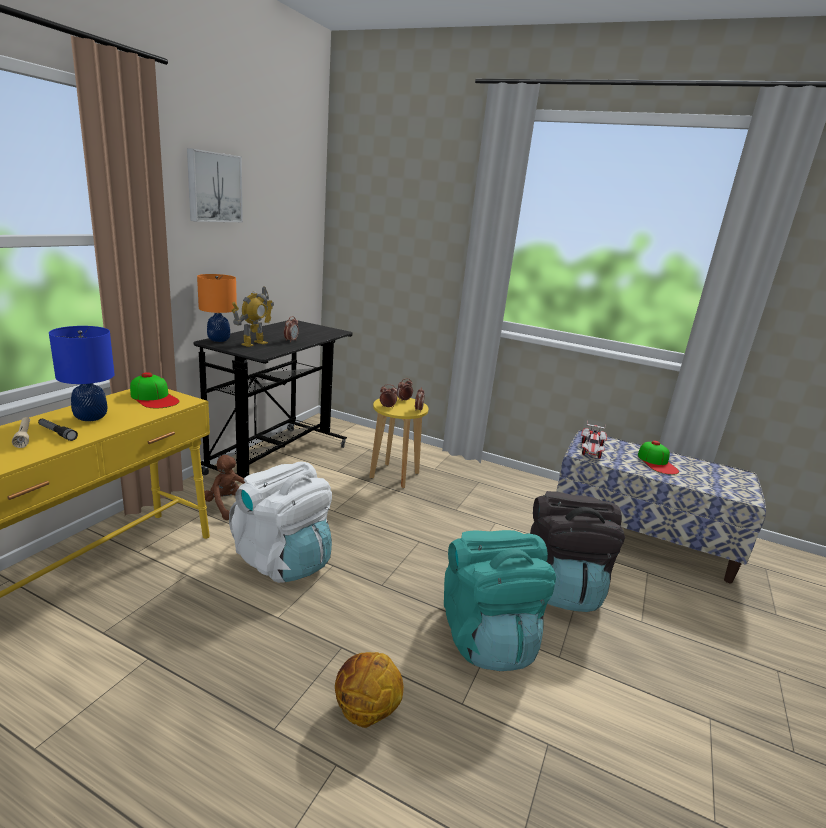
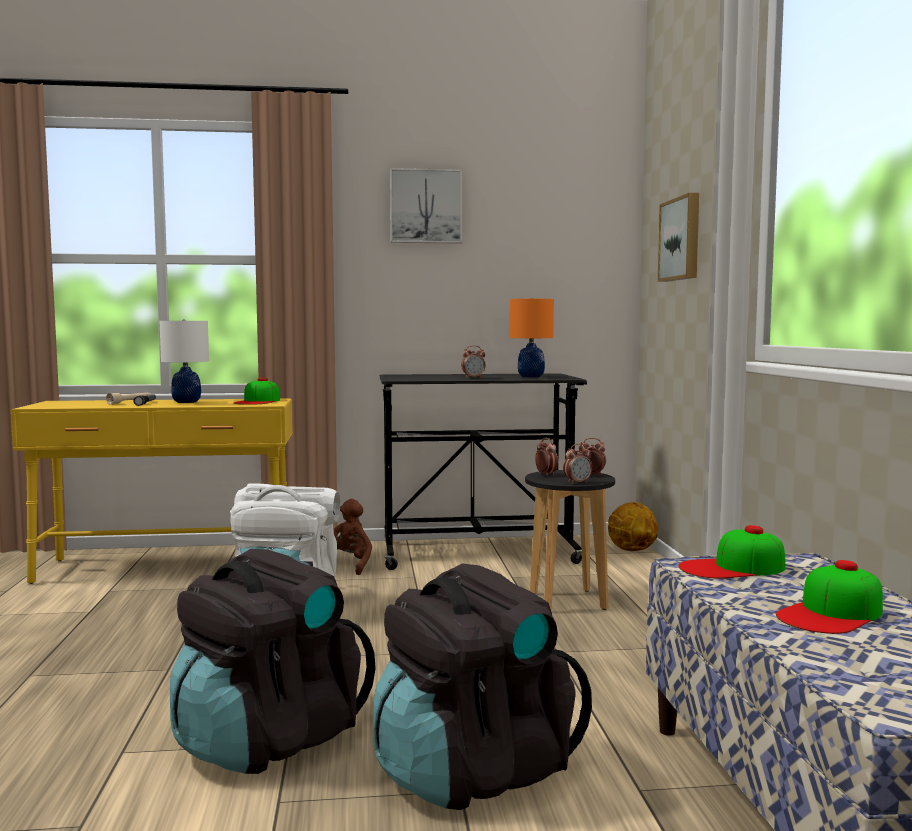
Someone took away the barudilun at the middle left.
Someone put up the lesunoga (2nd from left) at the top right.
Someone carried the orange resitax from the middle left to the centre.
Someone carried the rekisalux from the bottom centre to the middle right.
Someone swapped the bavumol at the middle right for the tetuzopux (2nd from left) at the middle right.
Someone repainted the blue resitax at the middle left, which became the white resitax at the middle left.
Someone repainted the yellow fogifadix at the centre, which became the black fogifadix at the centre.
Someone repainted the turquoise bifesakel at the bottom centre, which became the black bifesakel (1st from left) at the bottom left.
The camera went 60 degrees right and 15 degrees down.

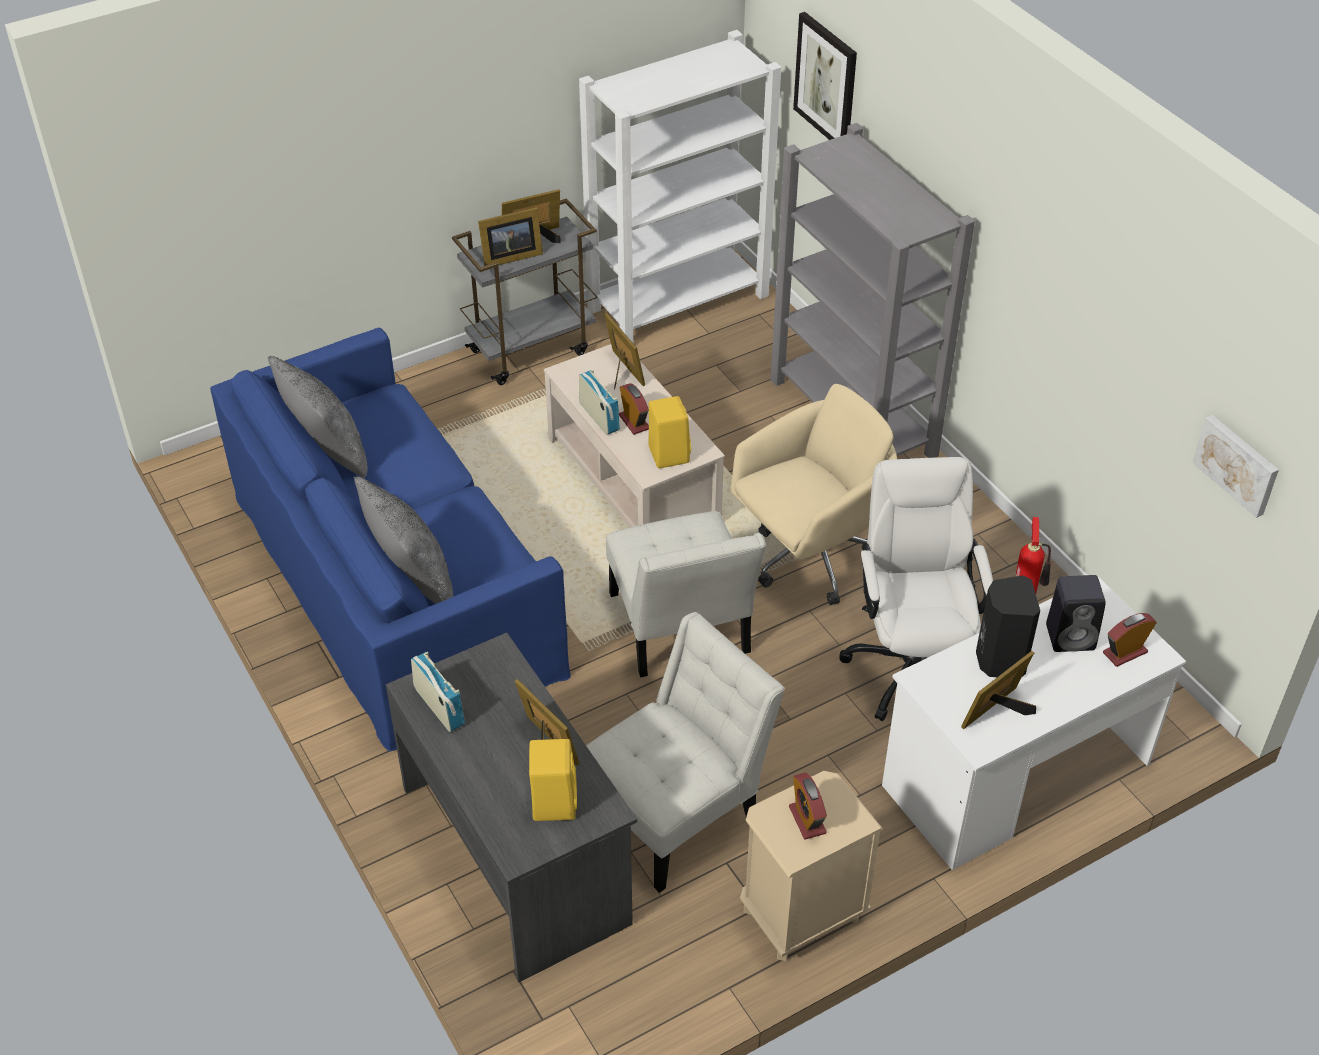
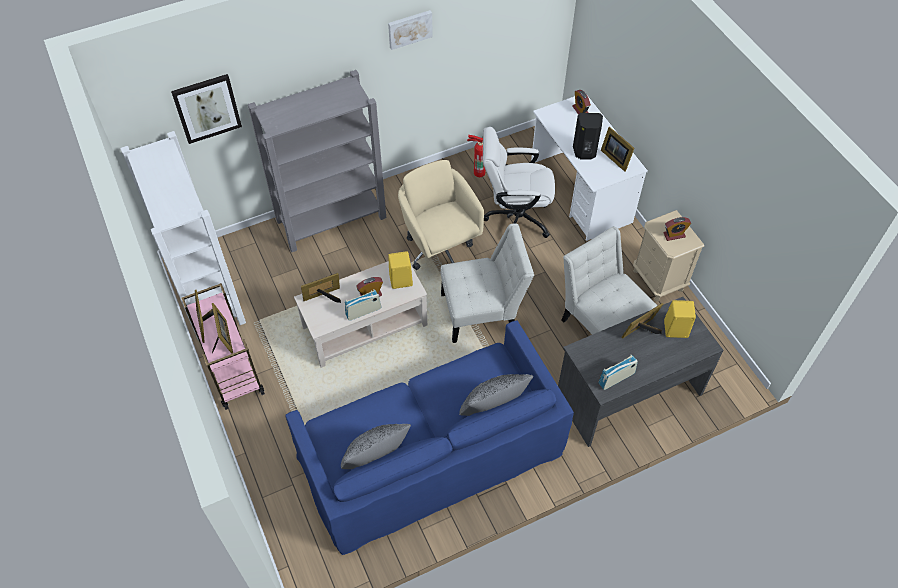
Someone took away the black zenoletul (2nd from left) at the middle right.
Someone carried the lesunoga (2nd from left) from the middle right to the top centre.
Someone repainted the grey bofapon at the top centre, which became the pink bofapon at the middle left.
The camera went 85 degrees left and 10 degrees up.

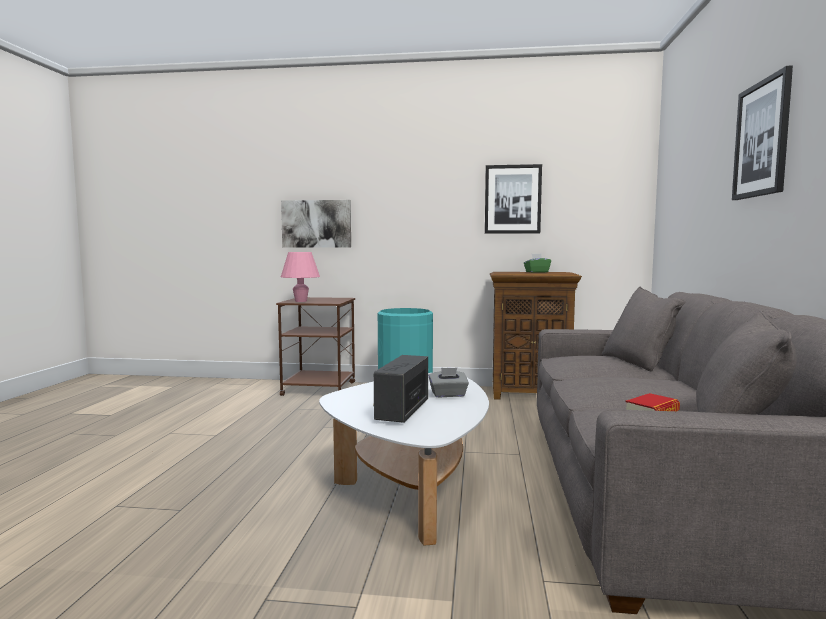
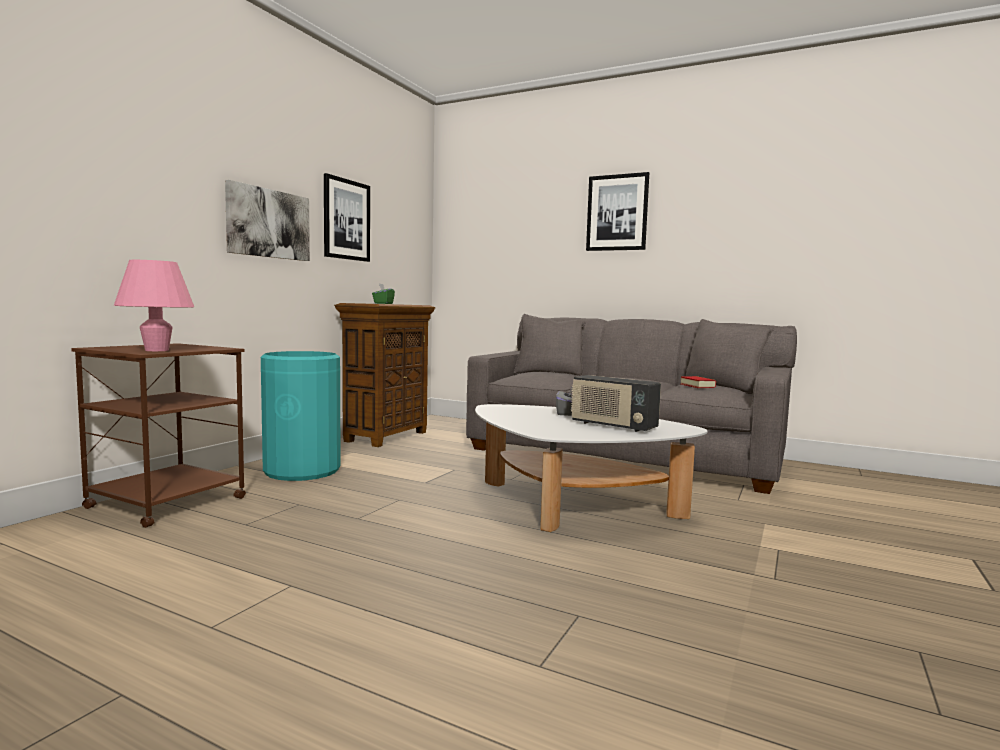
Someone carried the lesunoga (1st from left) from the centre to the top left.
The camera went 70 degrees left and 0 degrees up.

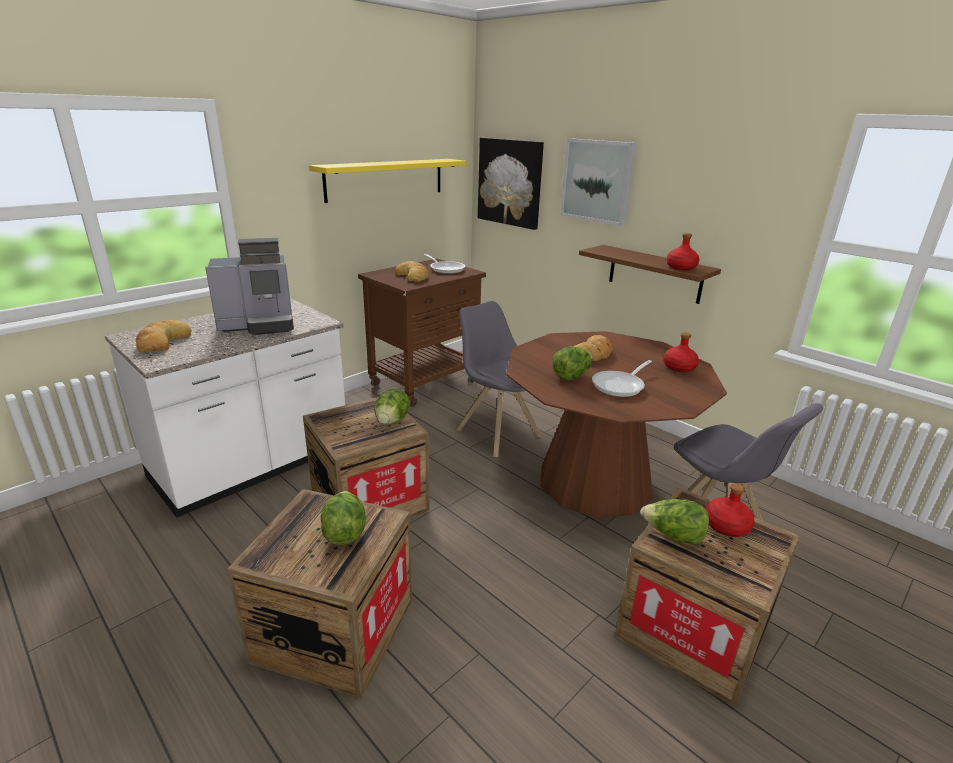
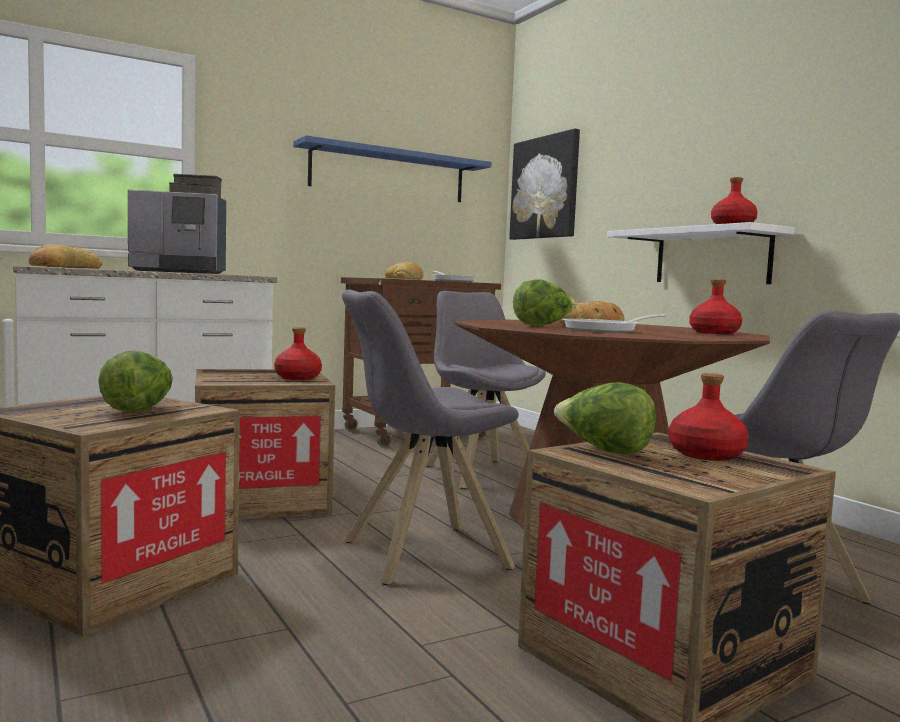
Someone took away the lesunoga (2nd from left) at the top centre.
Someone put down the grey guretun (1st from left) at the centre.
Someone swapped the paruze (2nd from left) at the centre for the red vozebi (1st from left) at the middle left.
Someone repainted the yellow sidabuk at the top centre, which became the blue sidabuk at the top centre.
Someone repainted the brown sidabuk at the middle right, which became the white sidabuk at the middle right.
The camera went 15 degrees right and 20 degrees down.

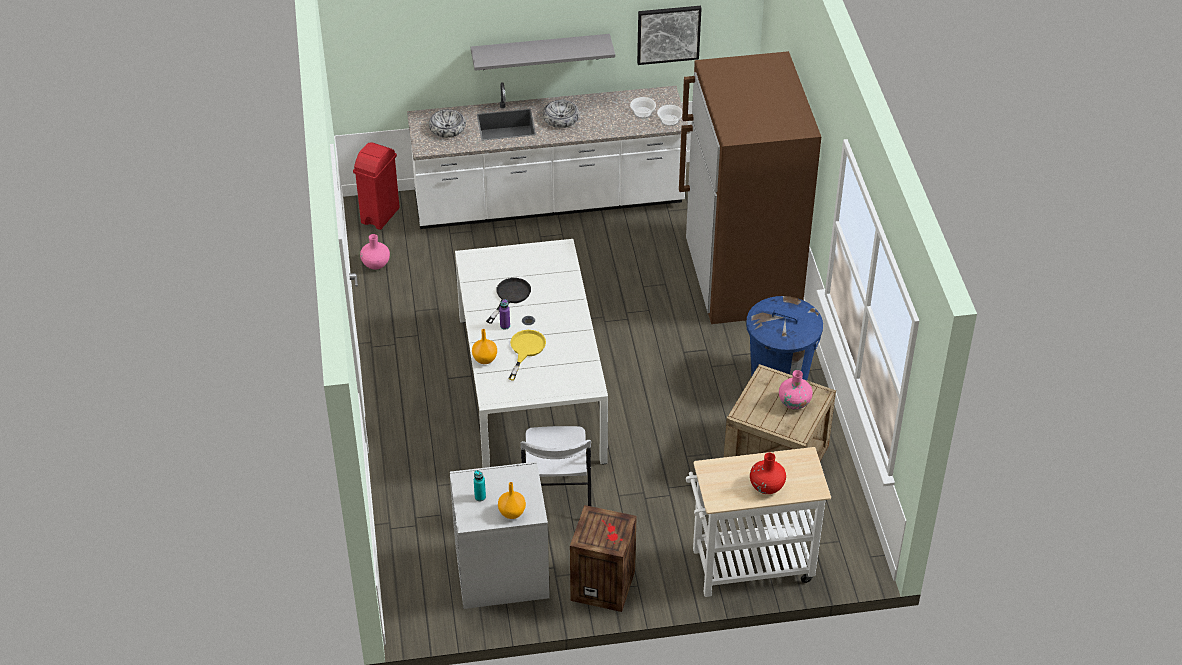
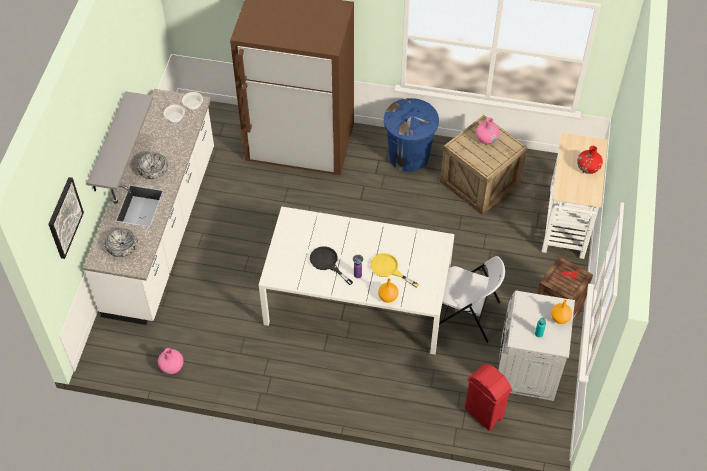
Someone carried the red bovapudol from the top left to the bottom right.
Someone carried the lesunoga from the top centre to the middle left.
The camera went 70 degrees left and 10 degrees up.

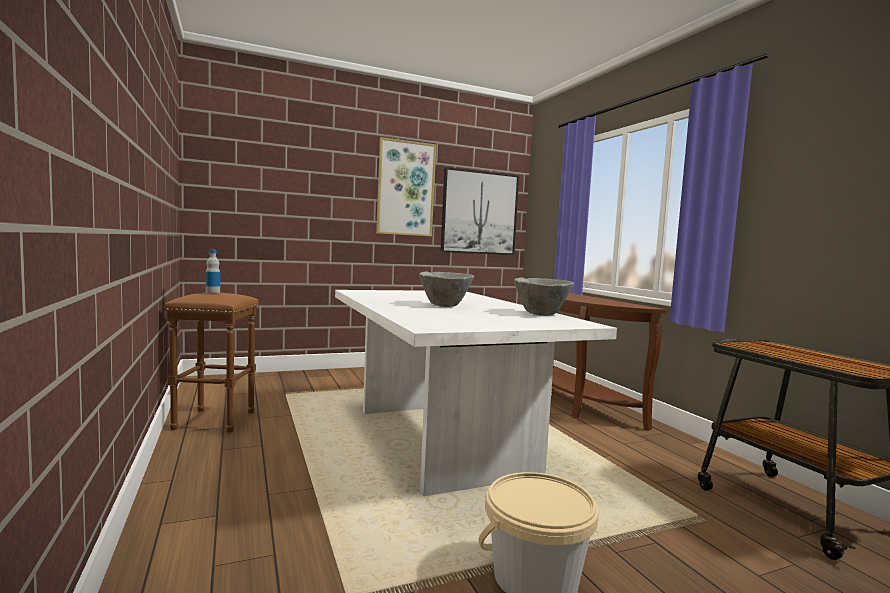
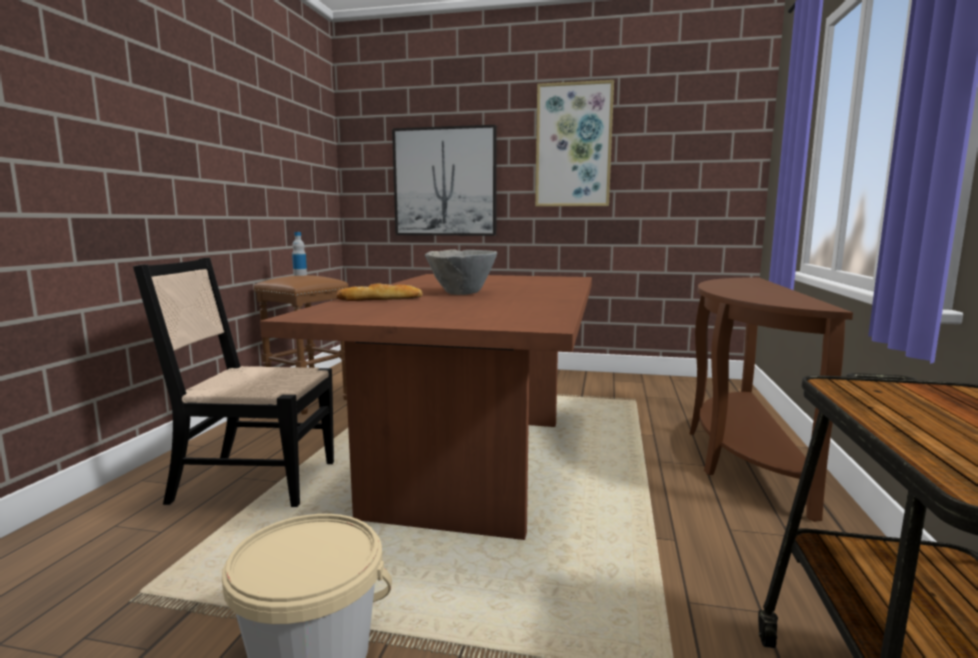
Someone took away the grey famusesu (2nd from left) at the centre.
Someone put down the guretun at the middle left.
Someone put down the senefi at the centre.
Someone carried the lesunoga (2nd from left in the first image) from the centre to the top centre.
Someone repainted the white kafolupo at the centre, which became the brown kafolupo at the centre.
The camera went 35 degrees right and 5 degrees up.

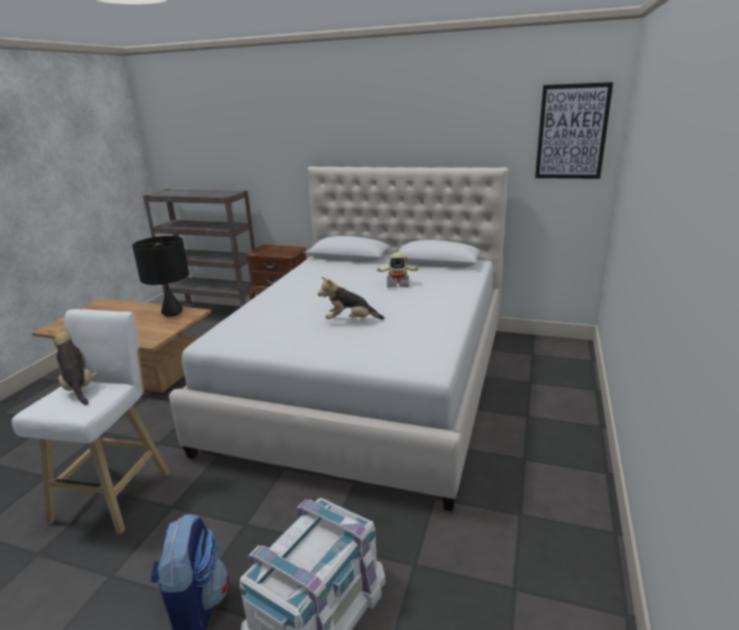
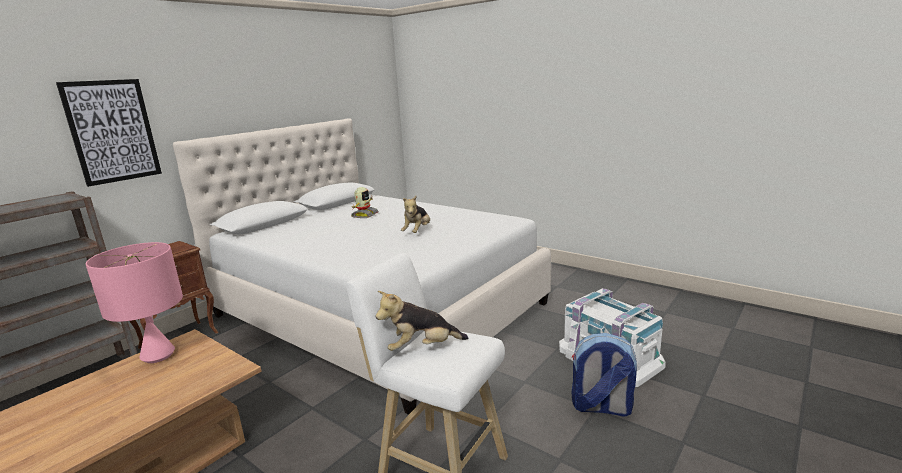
Someone carried the lesunoga from the top right to the top left.
Someone repainted the black resitax at the middle left, which became the pink resitax at the middle left.
The camera went 70 degrees left and 5 degrees down.

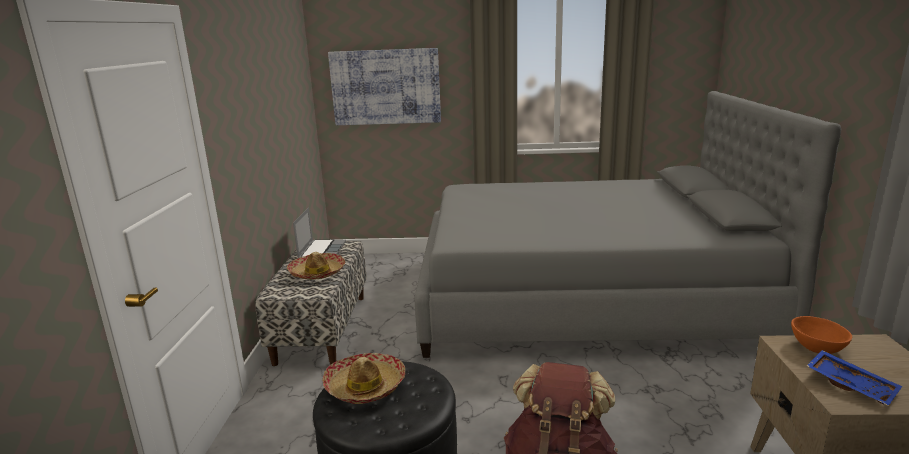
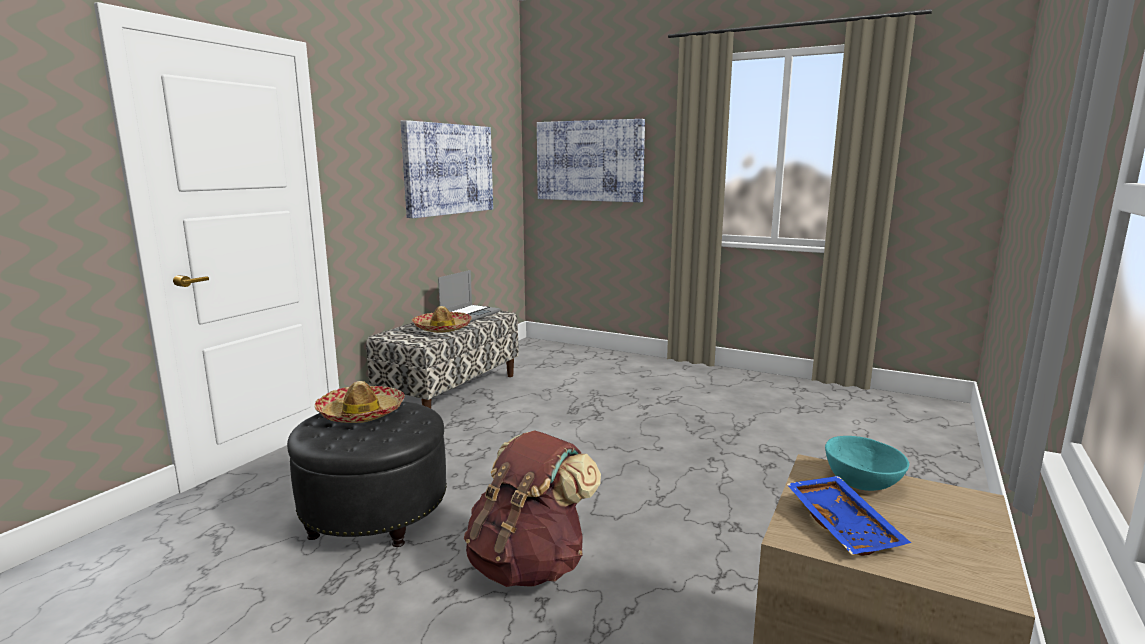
Someone took away the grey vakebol at the middle right.
Someone put up the lesunoga (1st from left) at the top centre.
Someone repainted the orange famusesu at the bottom right, which became the turquoise famusesu at the bottom right.
The camera went 25 degrees right and 5 degrees down.

